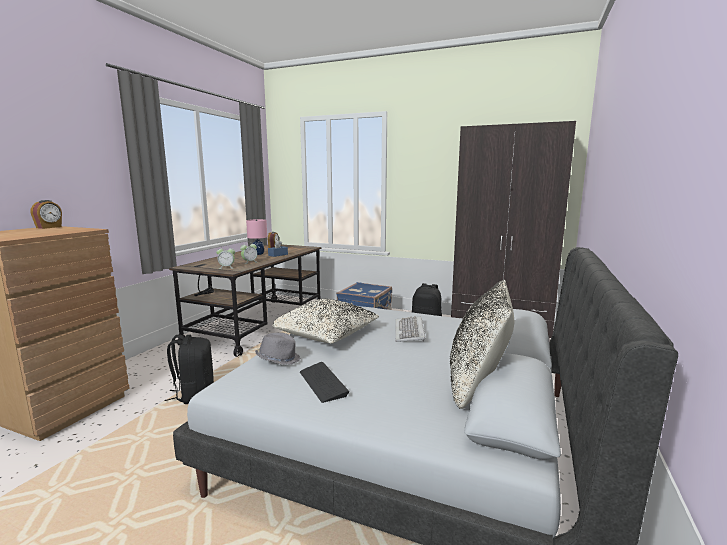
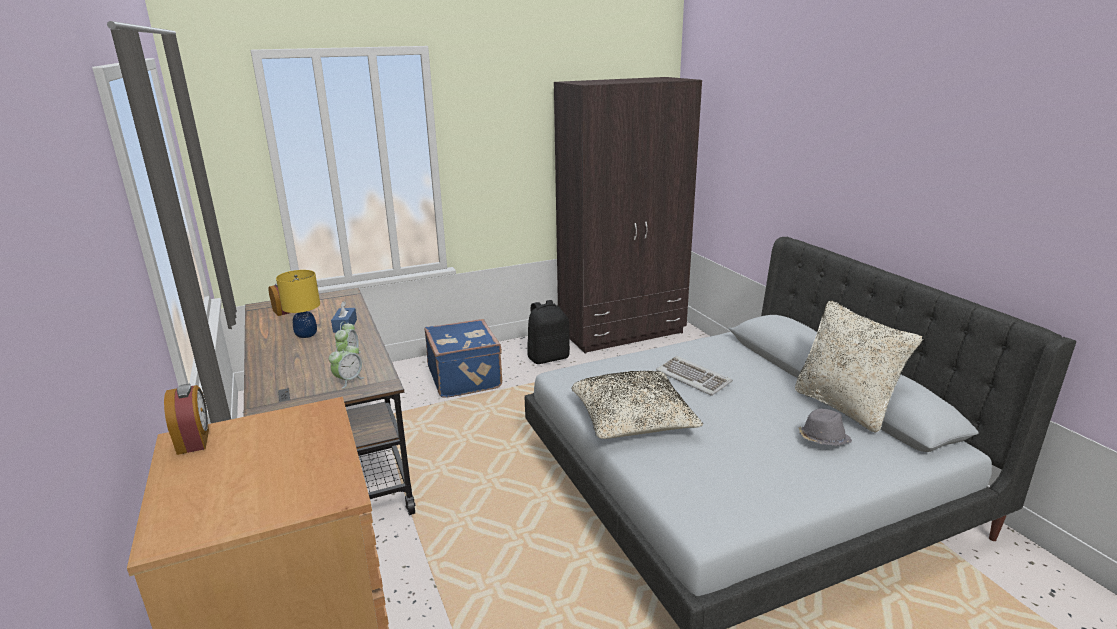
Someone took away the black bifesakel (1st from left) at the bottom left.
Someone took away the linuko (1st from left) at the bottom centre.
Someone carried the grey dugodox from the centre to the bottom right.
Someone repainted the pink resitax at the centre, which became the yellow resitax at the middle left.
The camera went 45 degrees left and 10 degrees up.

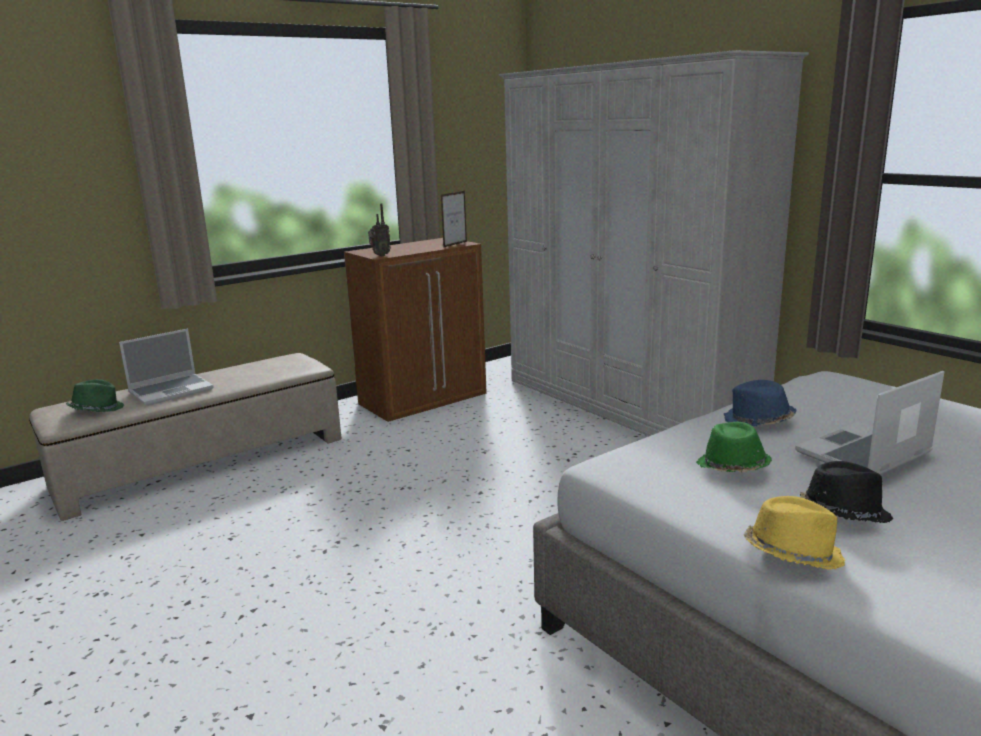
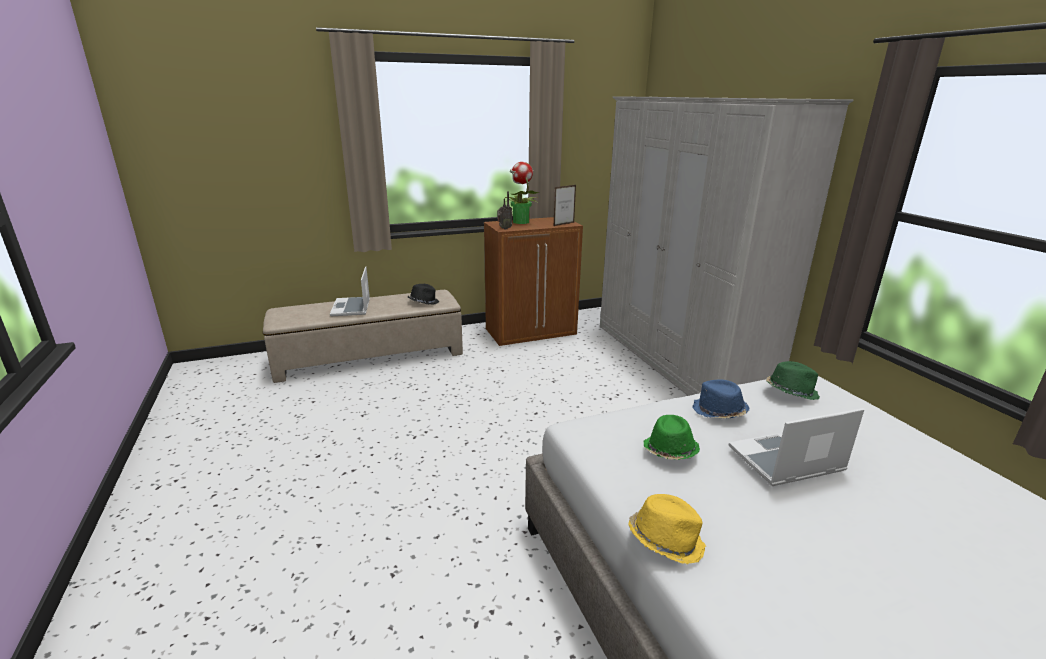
Someone put down the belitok at the top centre.
Someone carried the green dugodox (1st from left in the first image) from the middle left to the middle right.
Someone carried the black dugodox from the bottom right to the centre.
Someone rotated the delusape (1st from left) at the middle left by 105 degrees clockwise.
The camera went 15 degrees right and 5 degrees up.

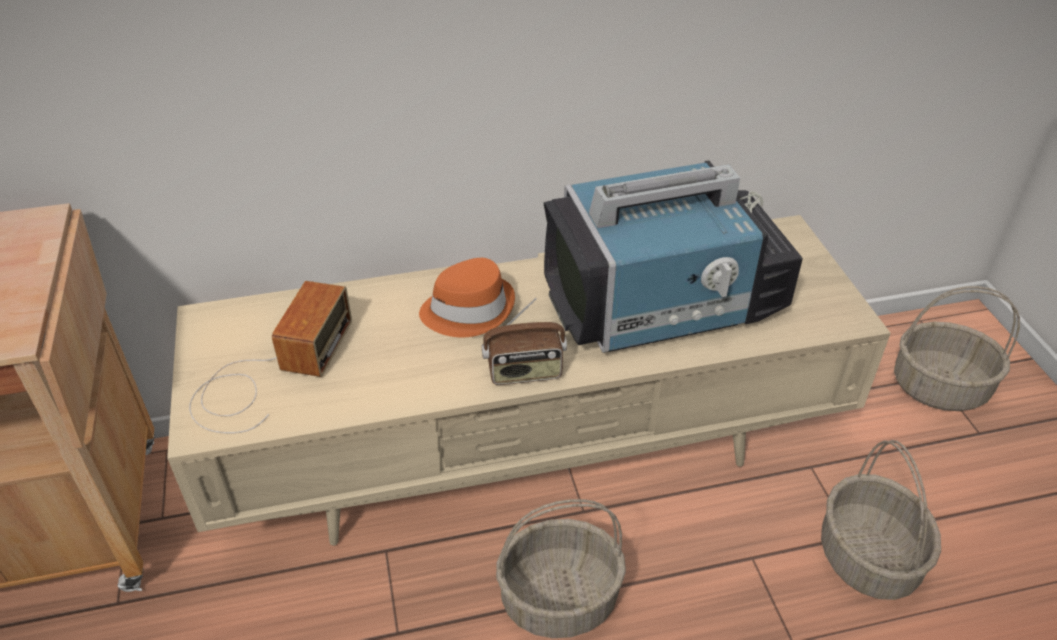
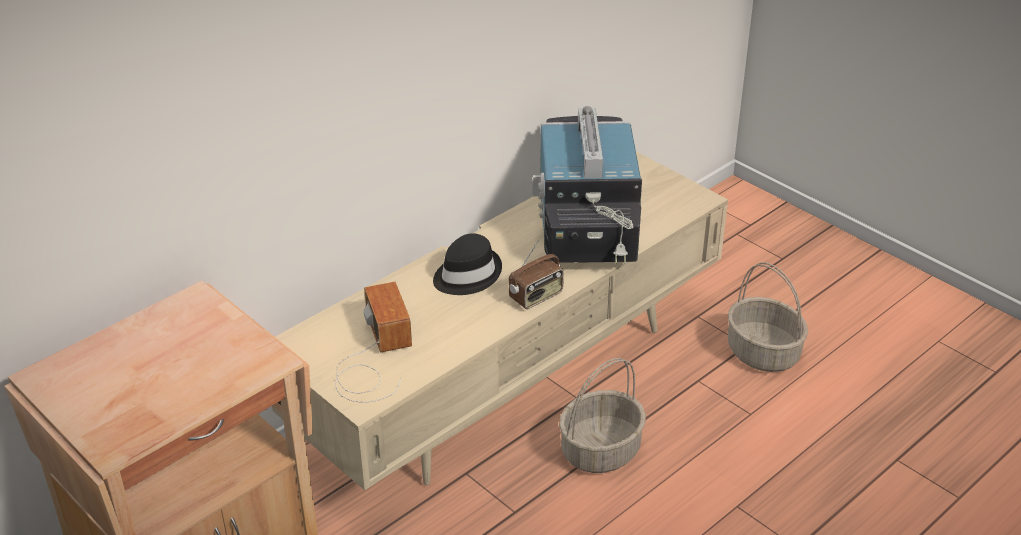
Someone took away the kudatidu (3rd from left) at the middle right.
Someone repainted the orange dugodox at the centre, which became the black dugodox at the centre.
Someone rotated the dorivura at the centre by 135 degrees clockwise.
The camera went 30 degrees left and 5 degrees down.

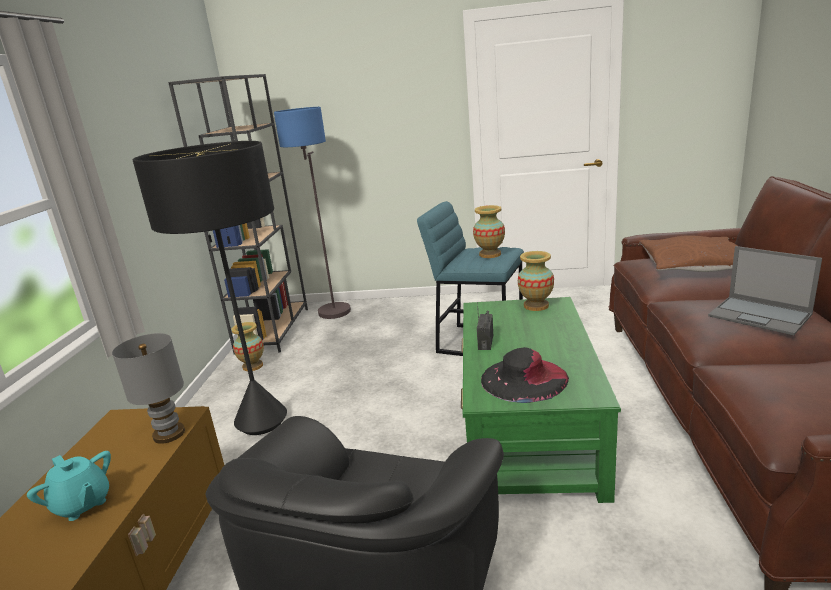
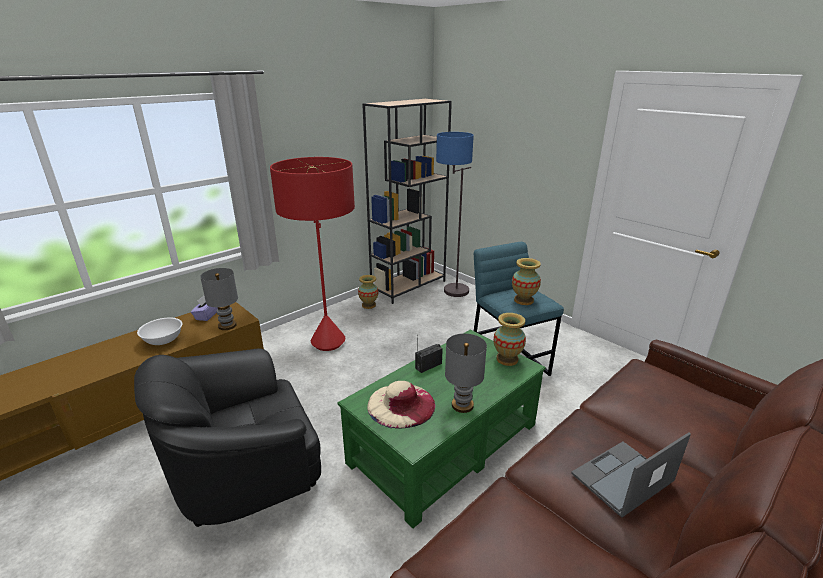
Someone took away the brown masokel at the middle right.
Someone put down the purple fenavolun at the middle left.
Someone put down the grey resitax (2nd from left) at the centre.
Someone swapped the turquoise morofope at the bottom left for the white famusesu at the middle left.
Someone repainted the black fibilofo at the middle left, which became the red fibilofo at the centre.
Someone repainted the black dugodox at the centre, which became the beige dugodox at the bottom centre.
Someone rotated the delusape at the middle right by 60 degrees clockwise.
The camera went 40 degrees right and 5 degrees up.

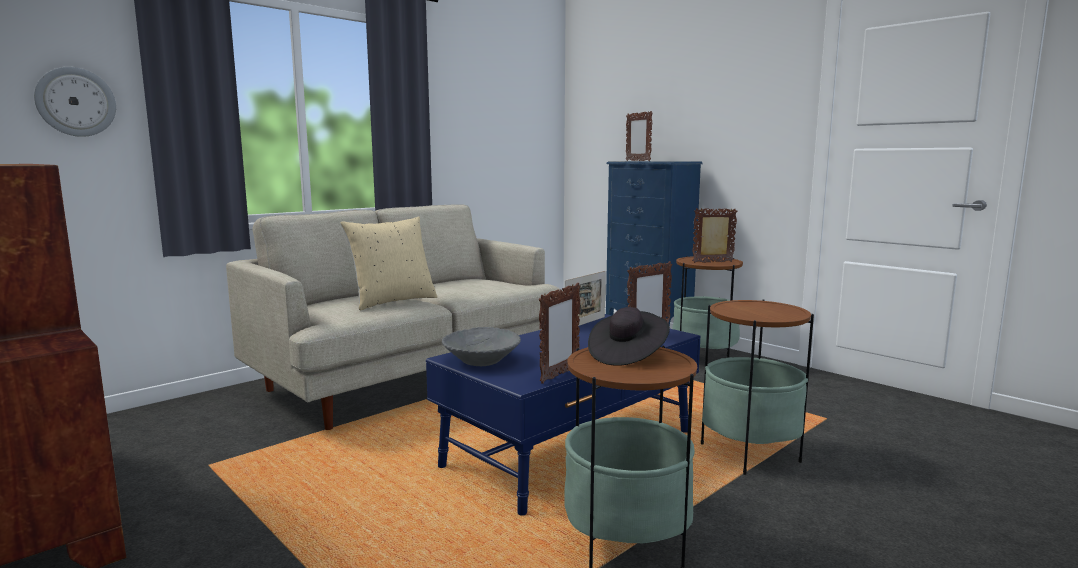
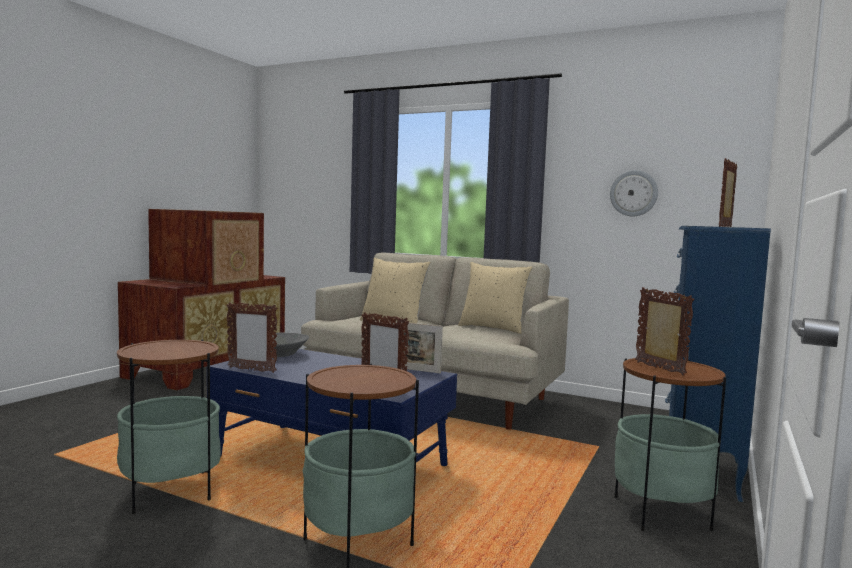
Someone took away the black dugodox at the centre.
Someone put down the beige masokel (2nd from left) at the centre.
Someone carried the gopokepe from the top left to the middle right.
The camera went 70 degrees right and 5 degrees down.

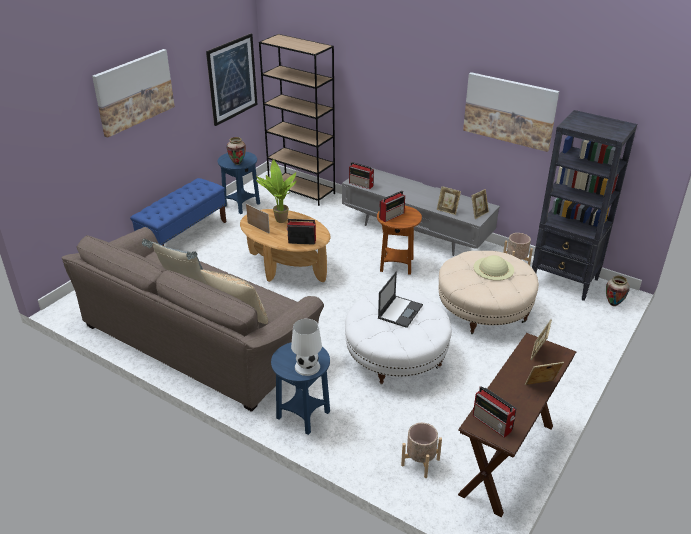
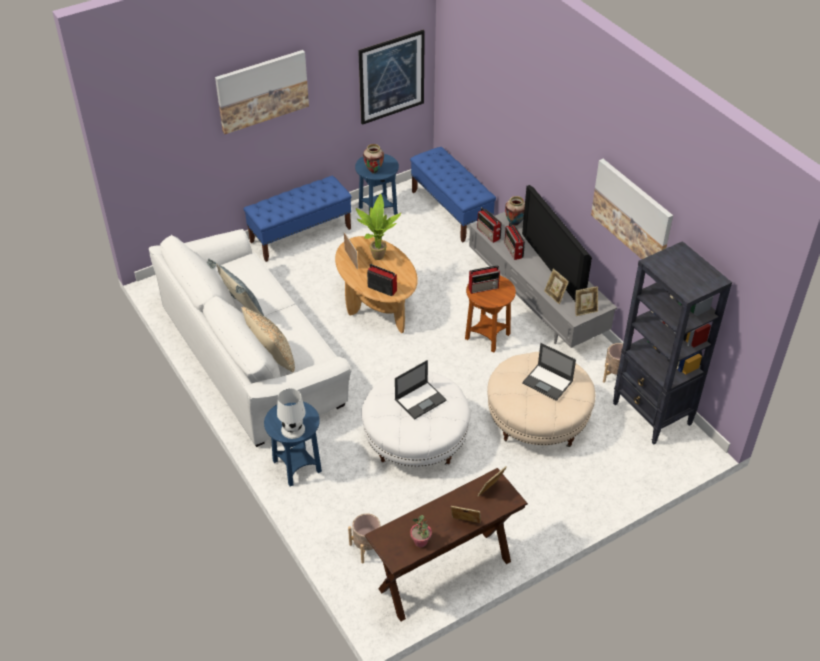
Someone put down the belitok (2nd from left) at the bottom centre.
Someone put down the dorivura at the middle right.
Someone carried the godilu (4th from left) from the bottom right to the centre.
Someone carried the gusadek (2nd from left) from the middle right to the top centre.
Someone swapped the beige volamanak at the top centre for the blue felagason (2nd from left) at the top centre.
Someone swapped the beige dugodox at the middle right for the delusape (2nd from left) at the middle right.
Someone repainted the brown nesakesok at the middle left, which became the white nesakesok at the middle left.
The camera went 25 degrees right and 10 degrees up.

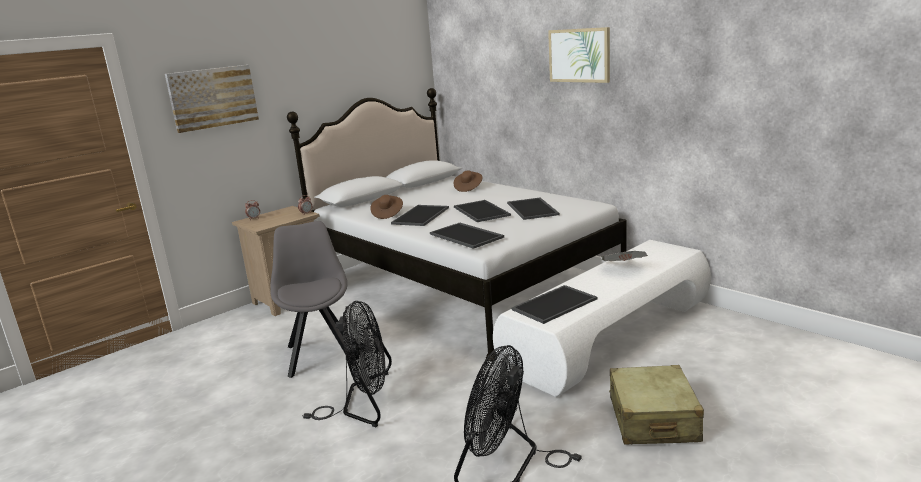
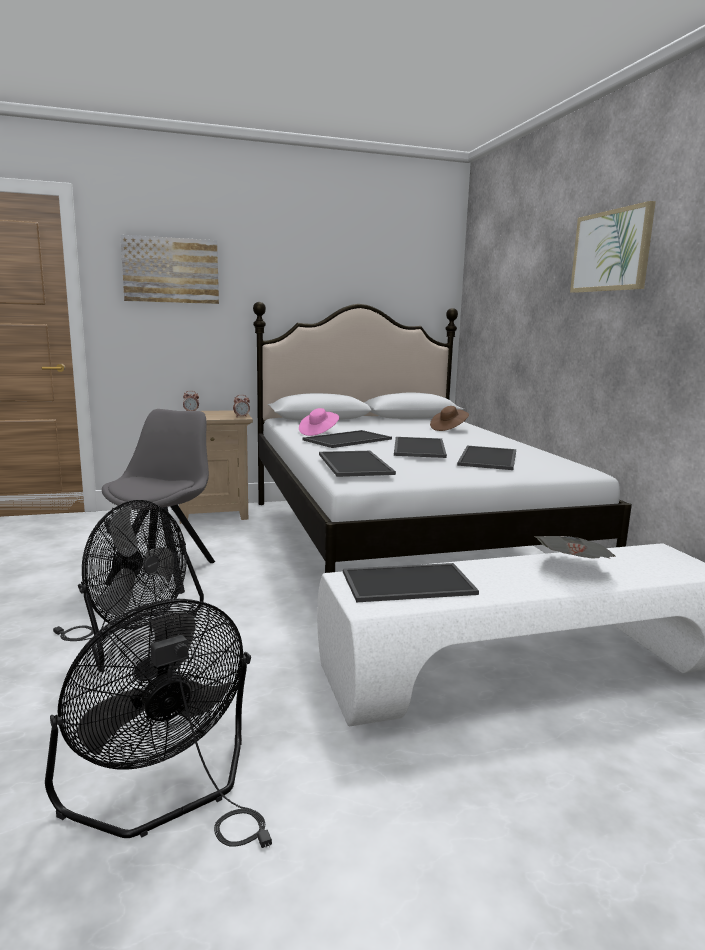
Someone took away the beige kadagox at the bottom right.
Someone repainted the brown dugodox (1st from left) at the centre, which became the pink dugodox at the centre.
The camera went 25 degrees right and 5 degrees down.

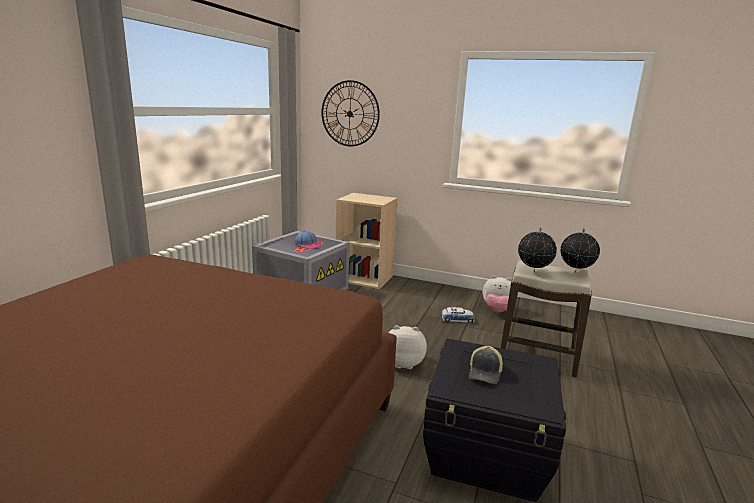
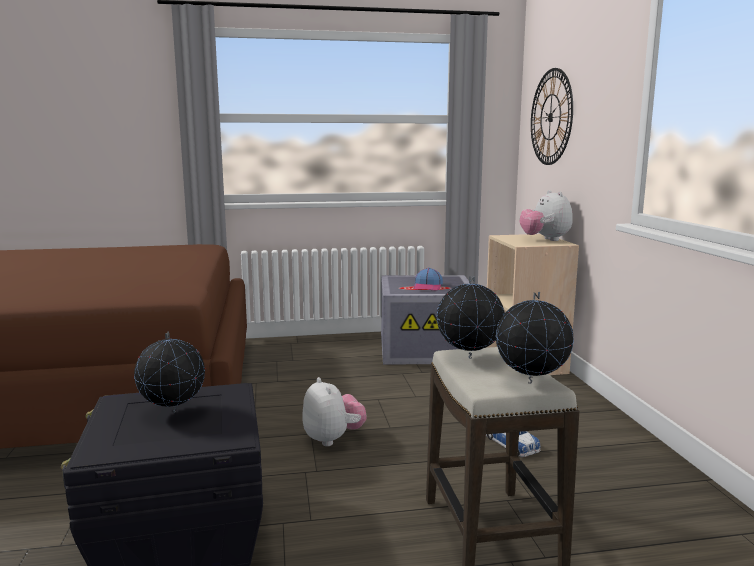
Someone carried the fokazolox (2nd from left) from the centre to the middle right.
Someone swapped the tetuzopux (2nd from left) at the bottom centre for the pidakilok (1st from left) at the middle left.
The camera went 60 degrees right and 5 degrees down.

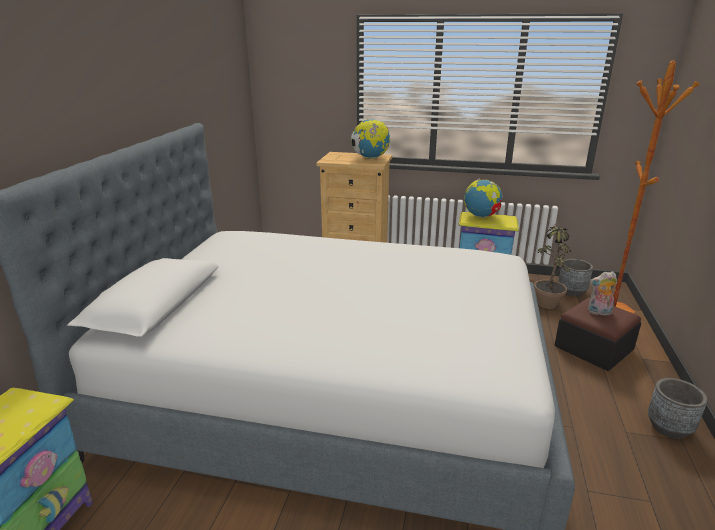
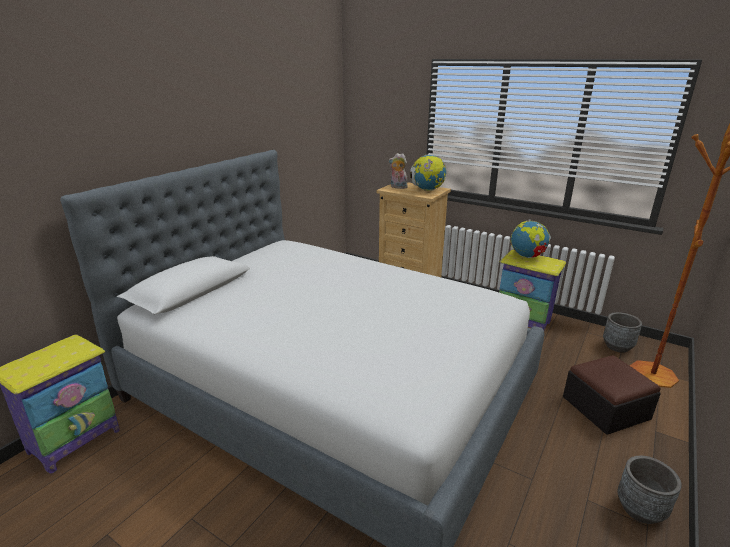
Someone took away the belitok at the middle right.
Someone carried the fokazolox from the middle right to the top centre.
The camera went 20 degrees right and 0 degrees up.

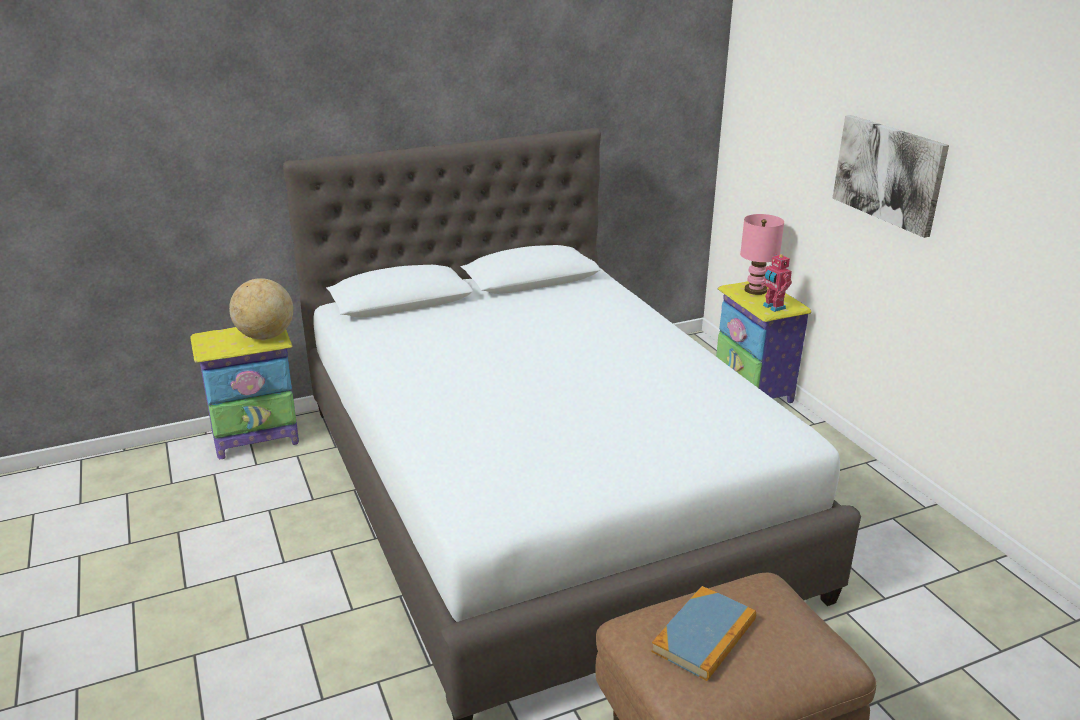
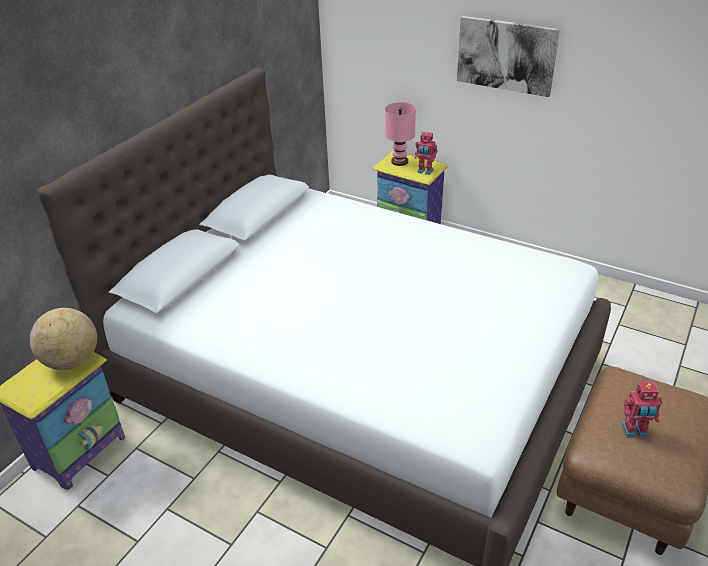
Someone swapped the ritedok at the bottom centre for the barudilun (2nd from left) at the bottom right.
The camera went 35 degrees left and 10 degrees up.

